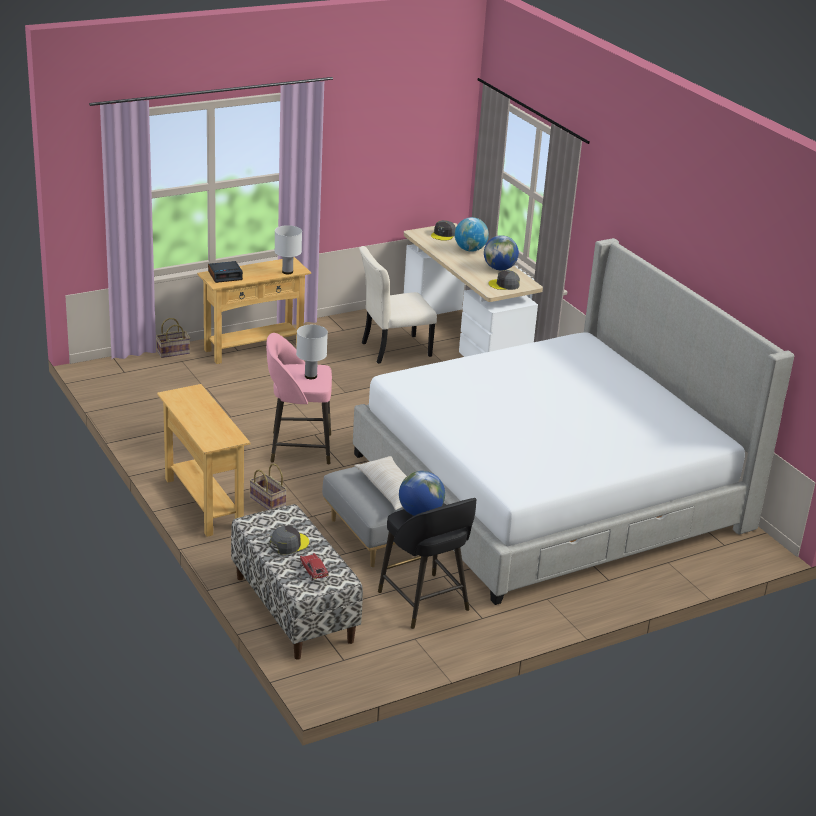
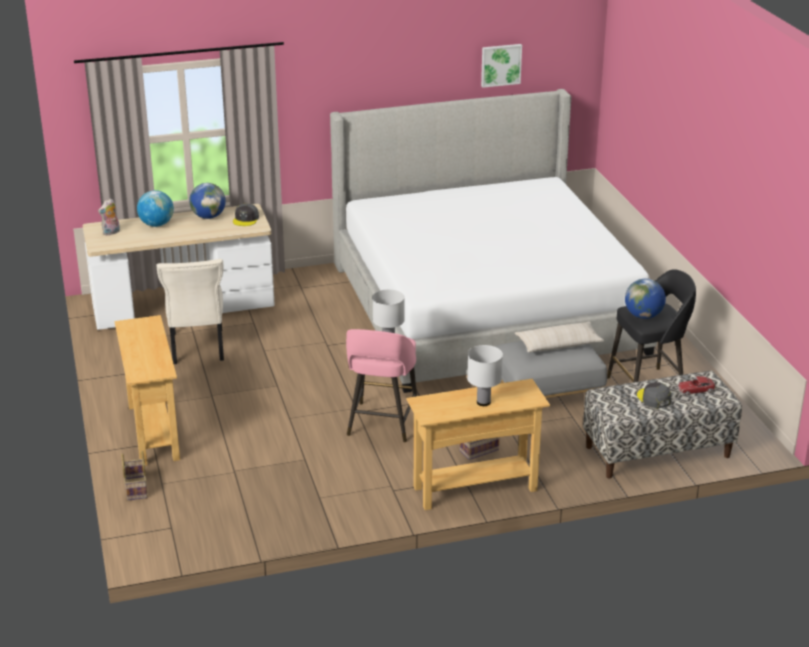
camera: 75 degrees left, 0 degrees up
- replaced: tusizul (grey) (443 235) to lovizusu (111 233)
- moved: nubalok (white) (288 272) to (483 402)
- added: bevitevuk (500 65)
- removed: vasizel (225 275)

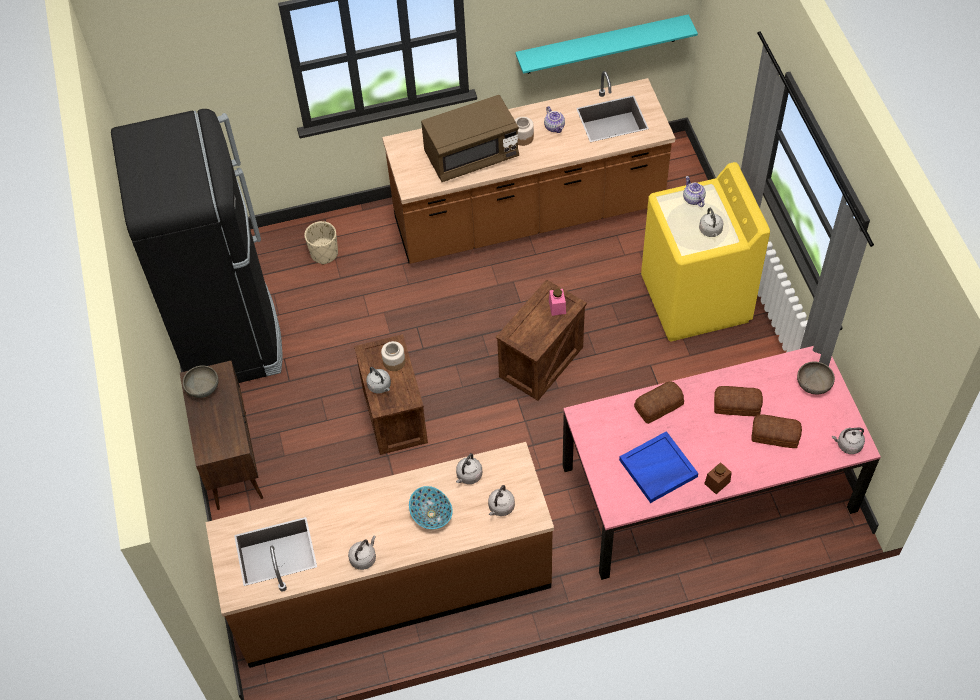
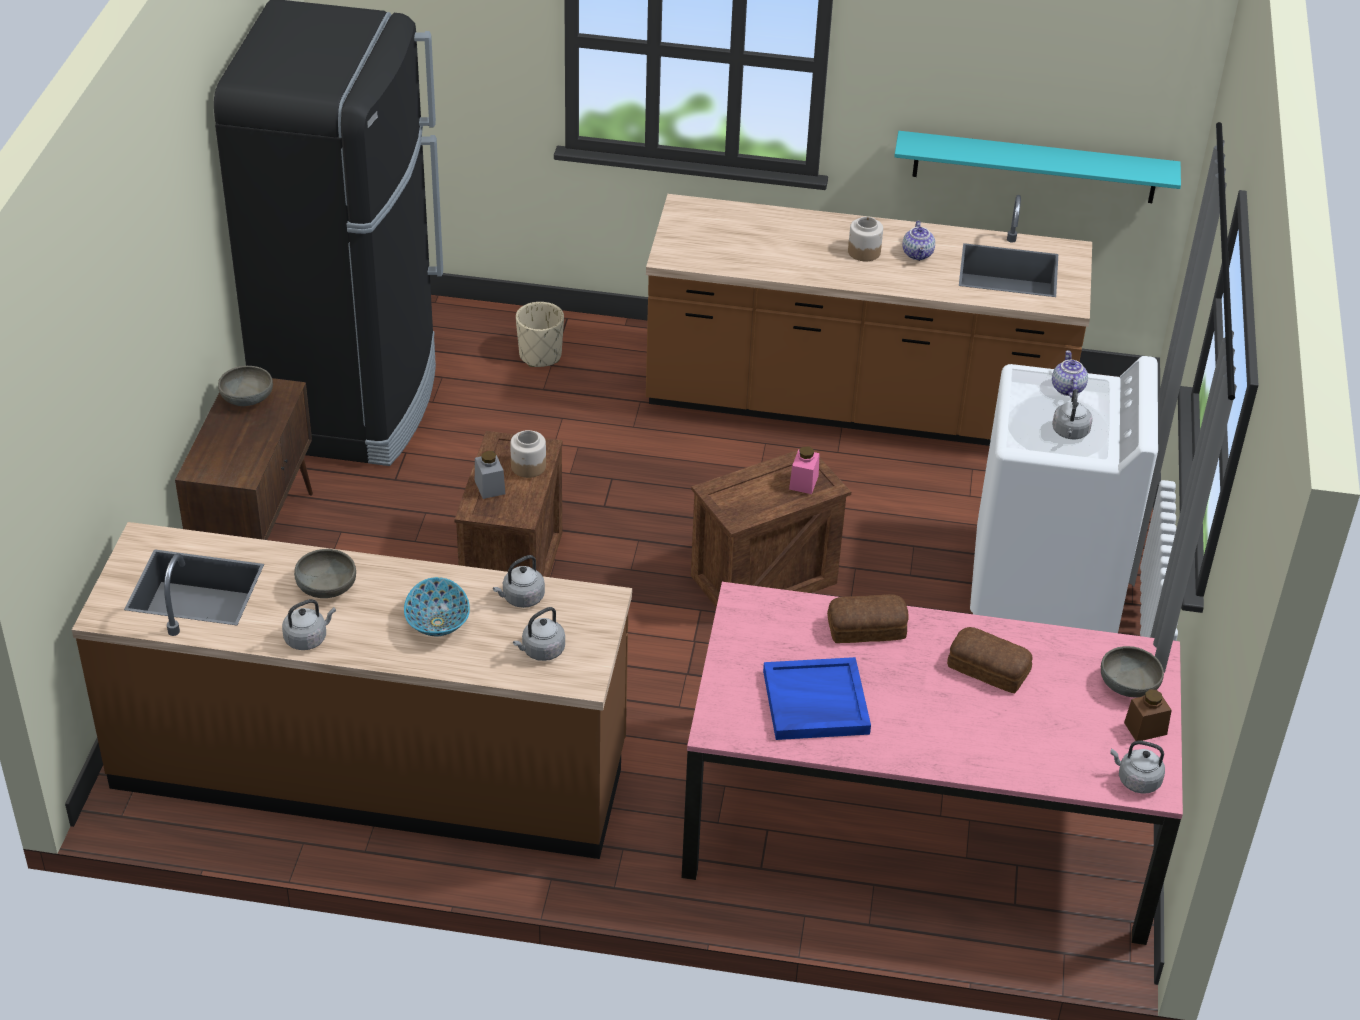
camera: 20 degrees right, 15 degrees down
- added: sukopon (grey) (326 587)
- replaced: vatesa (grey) (380 386) to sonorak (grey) (490 487)
- recoloured: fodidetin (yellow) (695 300) to fodidetin (white) (1045 584)
- moved: sonorak (brown) (717 483) to (1145 728)
- removed: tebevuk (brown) (471 156)
- removed: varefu (775 436)

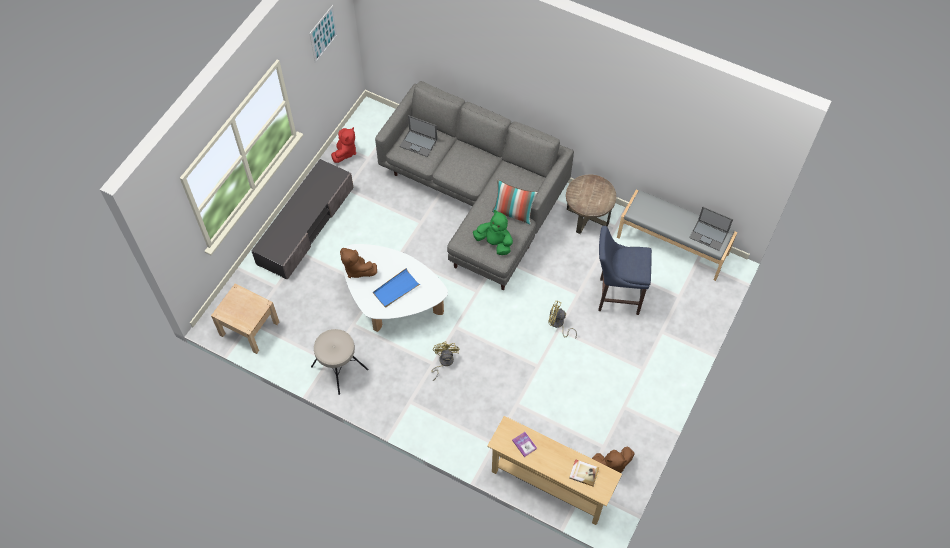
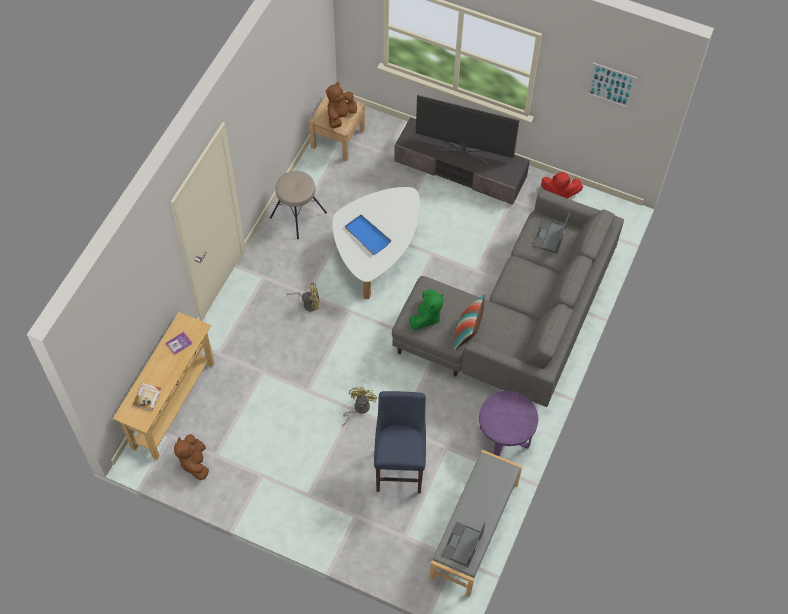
camera: 85 degrees right, 0 degrees up
- moved: lovizusu (brown) (357 269) to (340 116)
- added: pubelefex (464 149)
- recoloured: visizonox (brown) (587 216) to visizonox (purple) (504 436)

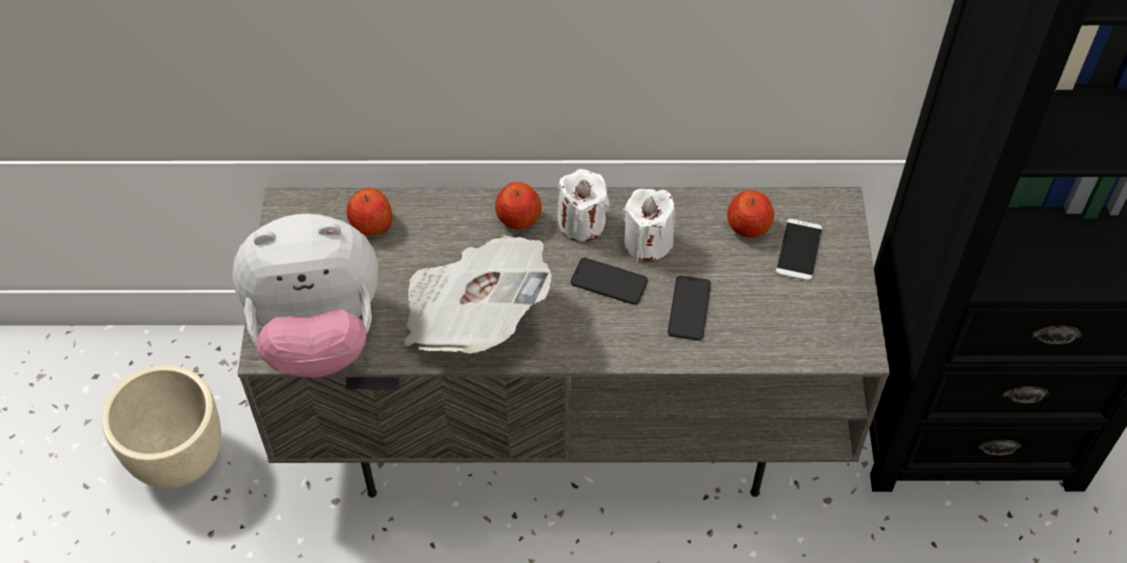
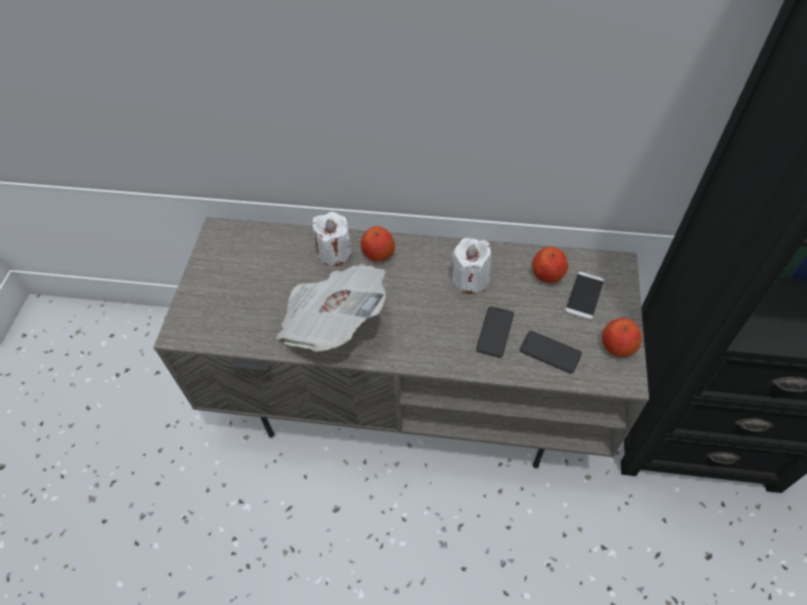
camera: 10 degrees right, 0 degrees up
- moved: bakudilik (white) (582 223) to (334 252)
- moved: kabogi (609 282) to (550 352)
- moved: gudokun (371 224) to (617 346)
- removed: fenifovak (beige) (179 458)
- removed: lovizusu (318 334)

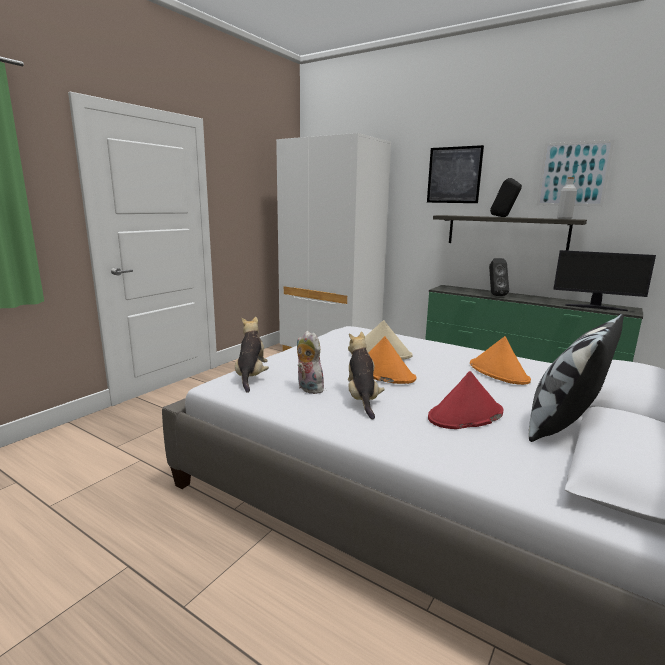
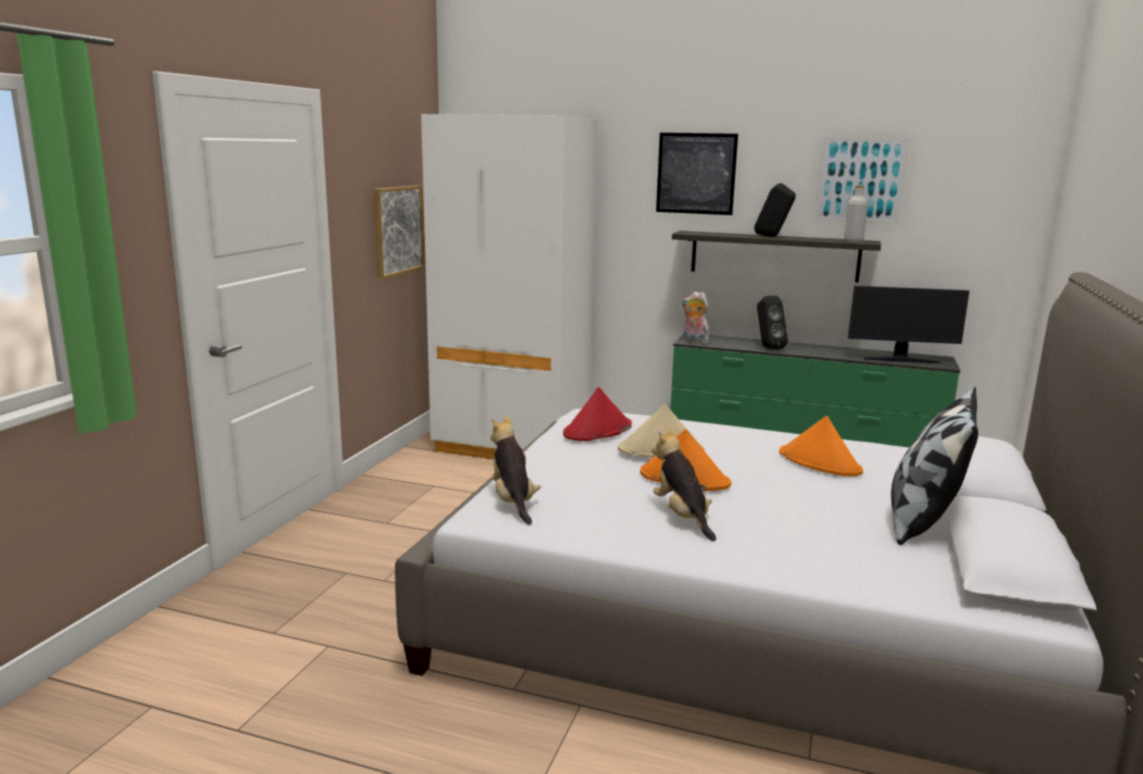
camera: 15 degrees left, 0 degrees up
- added: bevitevuk (397 230)
- moved: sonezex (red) (465 415) to (597 430)
- moved: lovizusu (308 388) to (693 342)

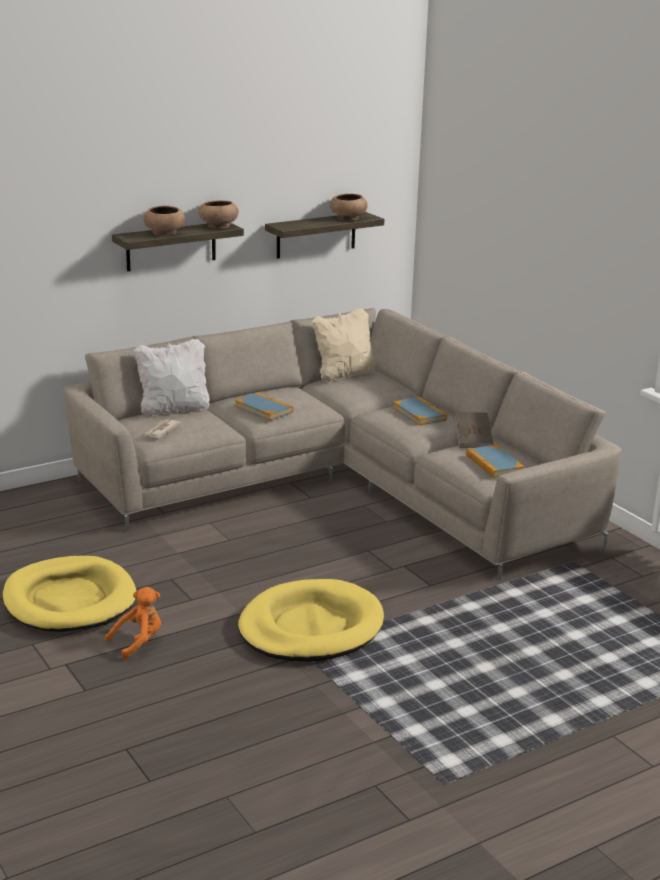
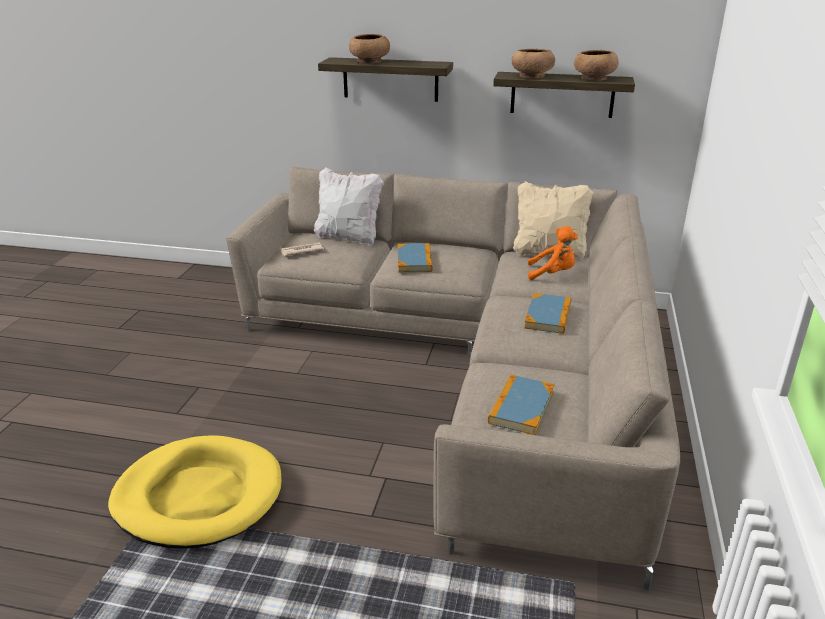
camera: 45 degrees right, 5 degrees up
- moved: sukopon (brown) (218 226) to (531 76)
- moved: lovizusu (orange) (138 642) to (552 274)
- removed: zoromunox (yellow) (69 600)
- removed: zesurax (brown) (473 440)

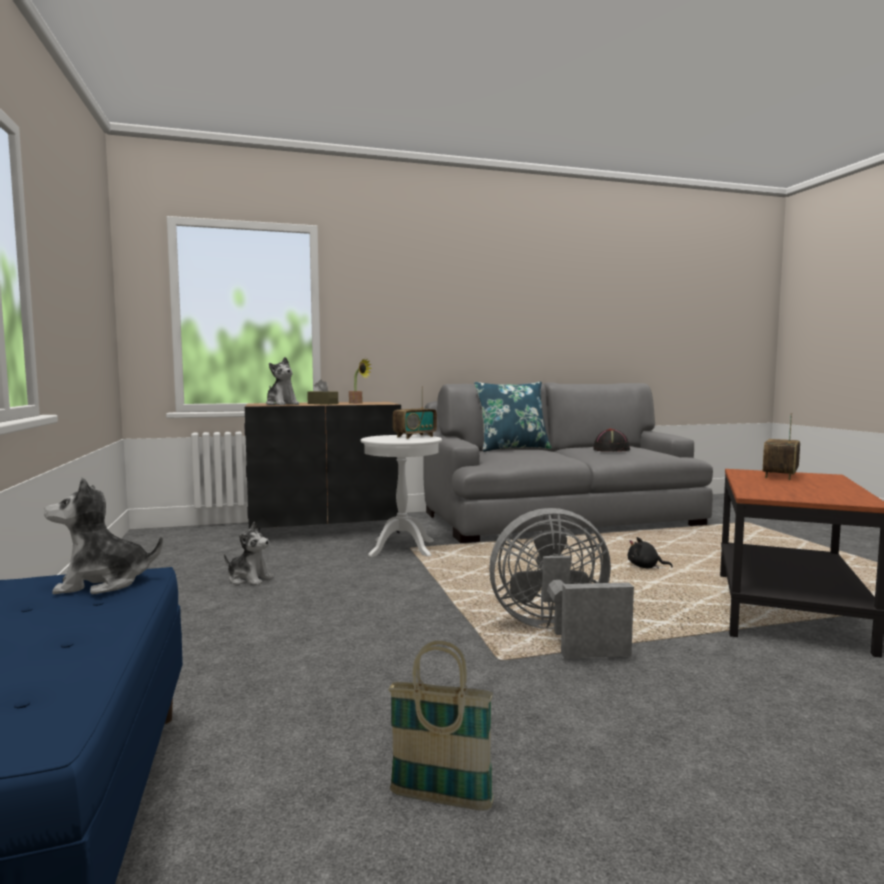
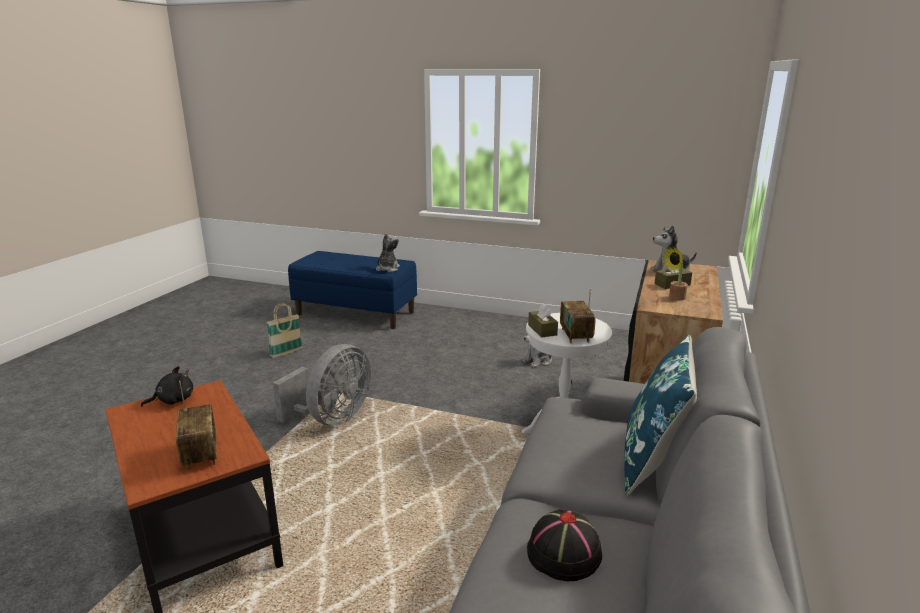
camera: 125 degrees right, 15 degrees up
- moved: lovizusu (black) (645 567) to (173 400)
- added: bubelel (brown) (542 330)

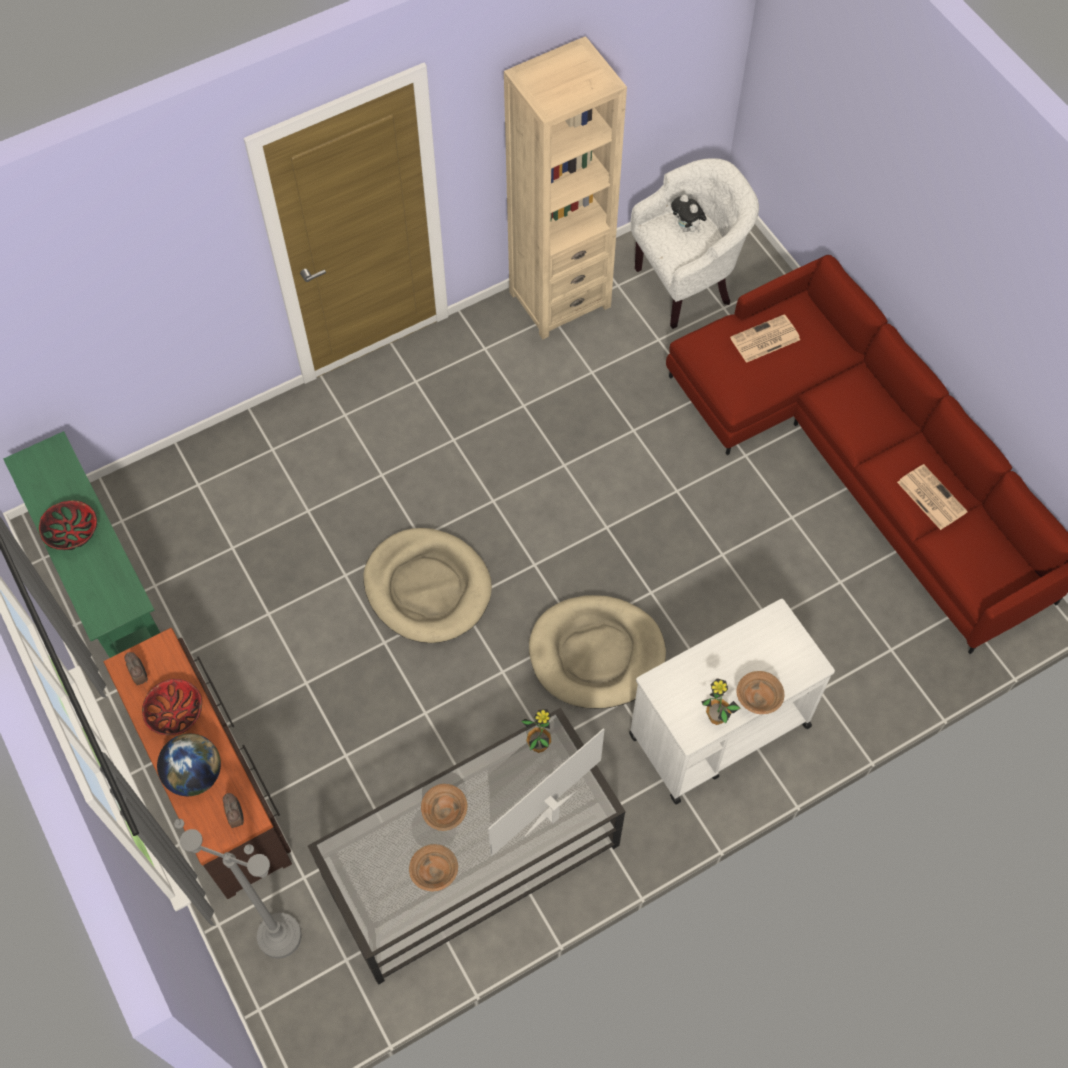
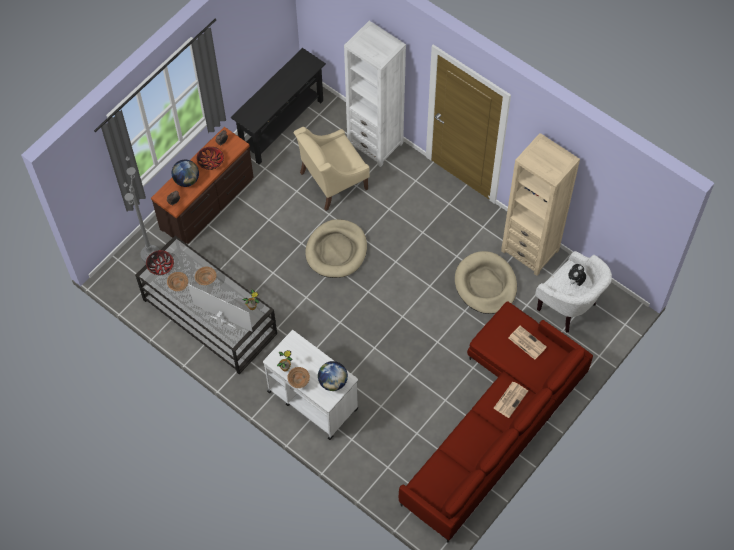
camera: 70 degrees right, 0 degrees up
- moved: sukopon (72 532) to (161 266)
- recoloured: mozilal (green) (110 592) to mozilal (black) (282 125)
- added: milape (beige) (333 181)
- added: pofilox (333 382)
- added: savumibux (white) (375 143)
- moved: zoromunox (beige) (596 654) to (485 284)
- moved: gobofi (930 497) to (510 399)

